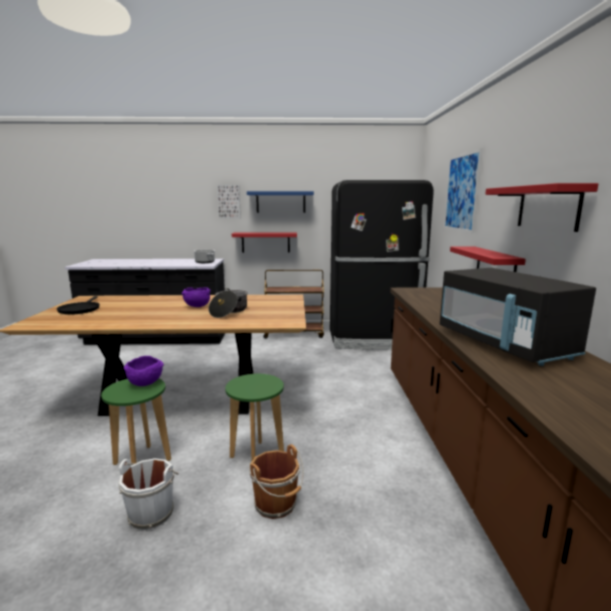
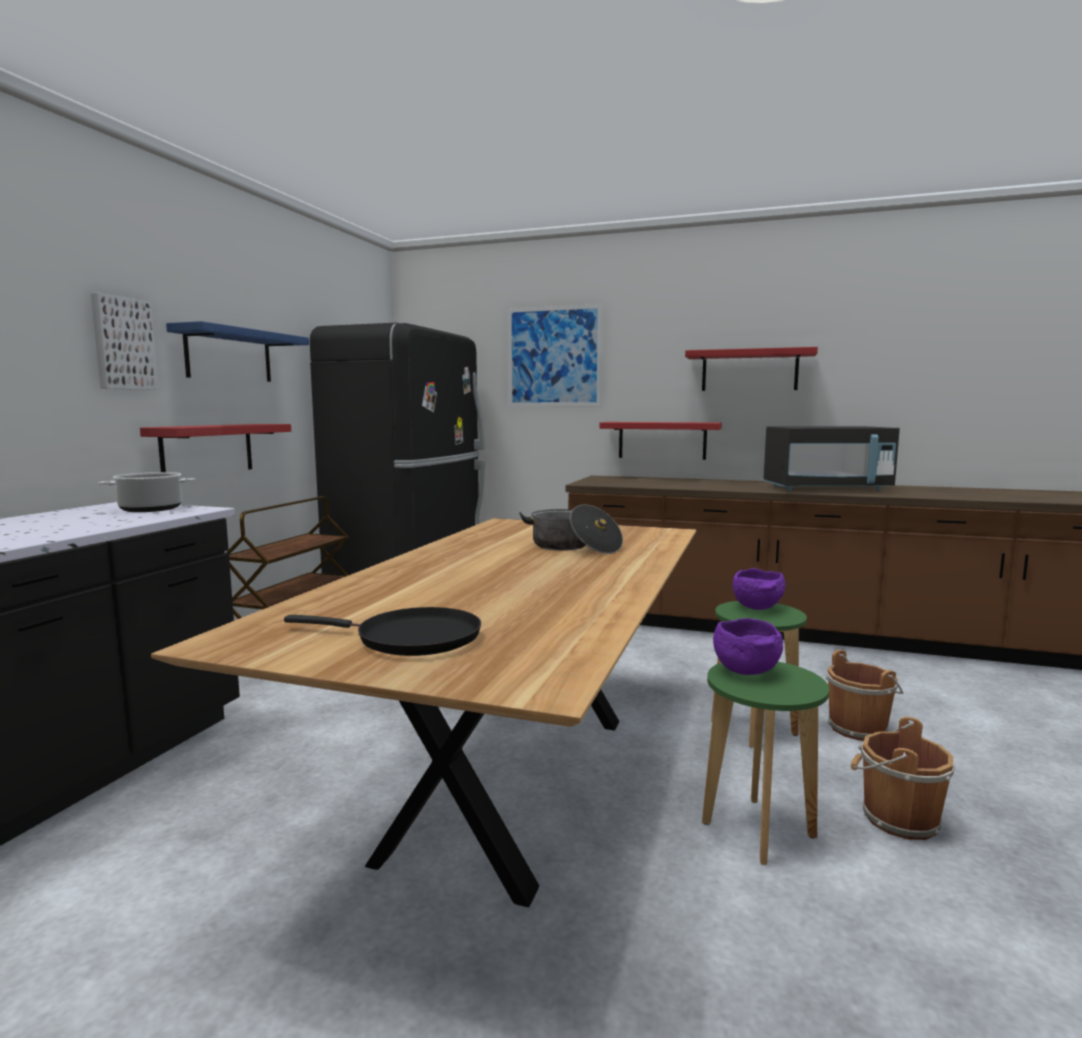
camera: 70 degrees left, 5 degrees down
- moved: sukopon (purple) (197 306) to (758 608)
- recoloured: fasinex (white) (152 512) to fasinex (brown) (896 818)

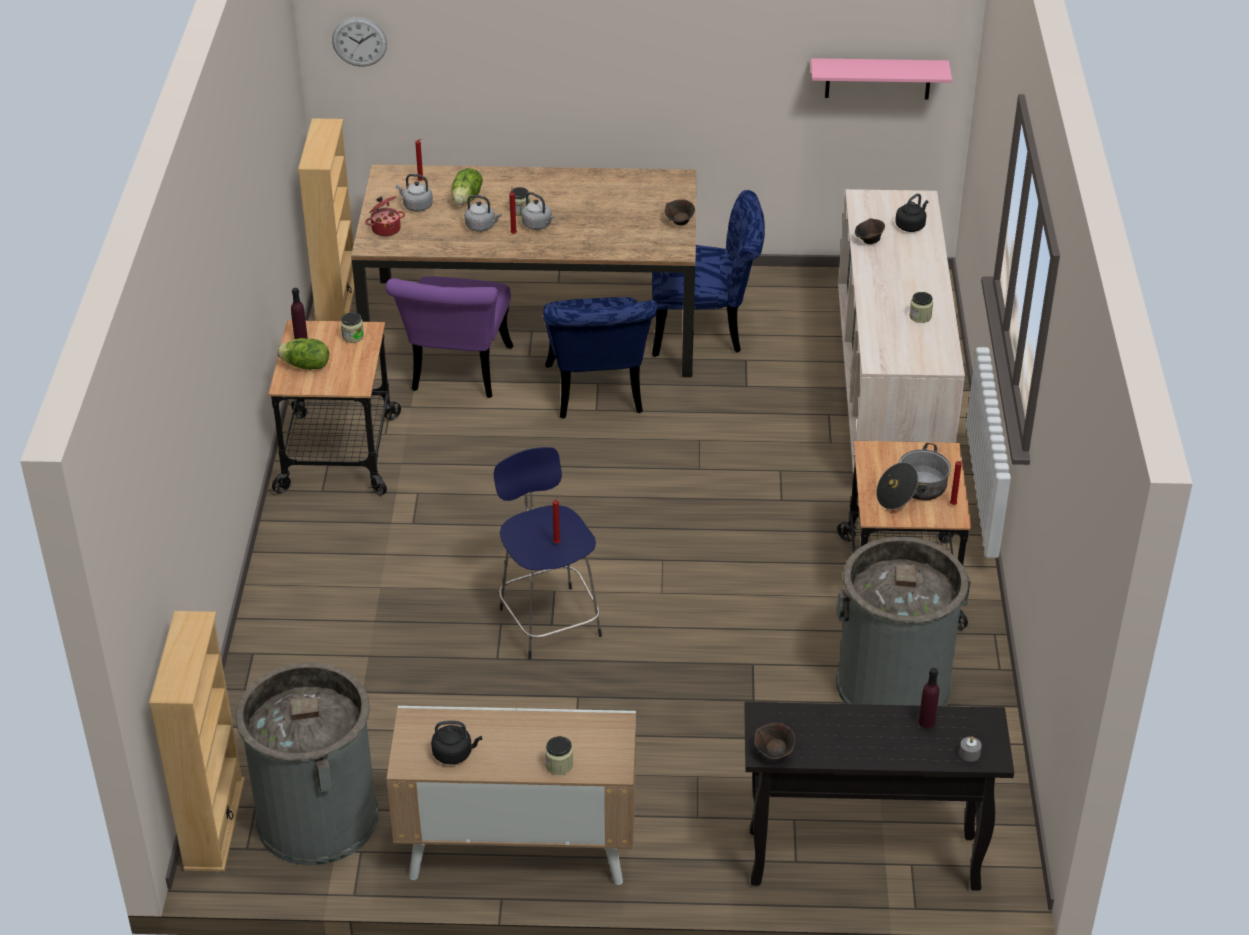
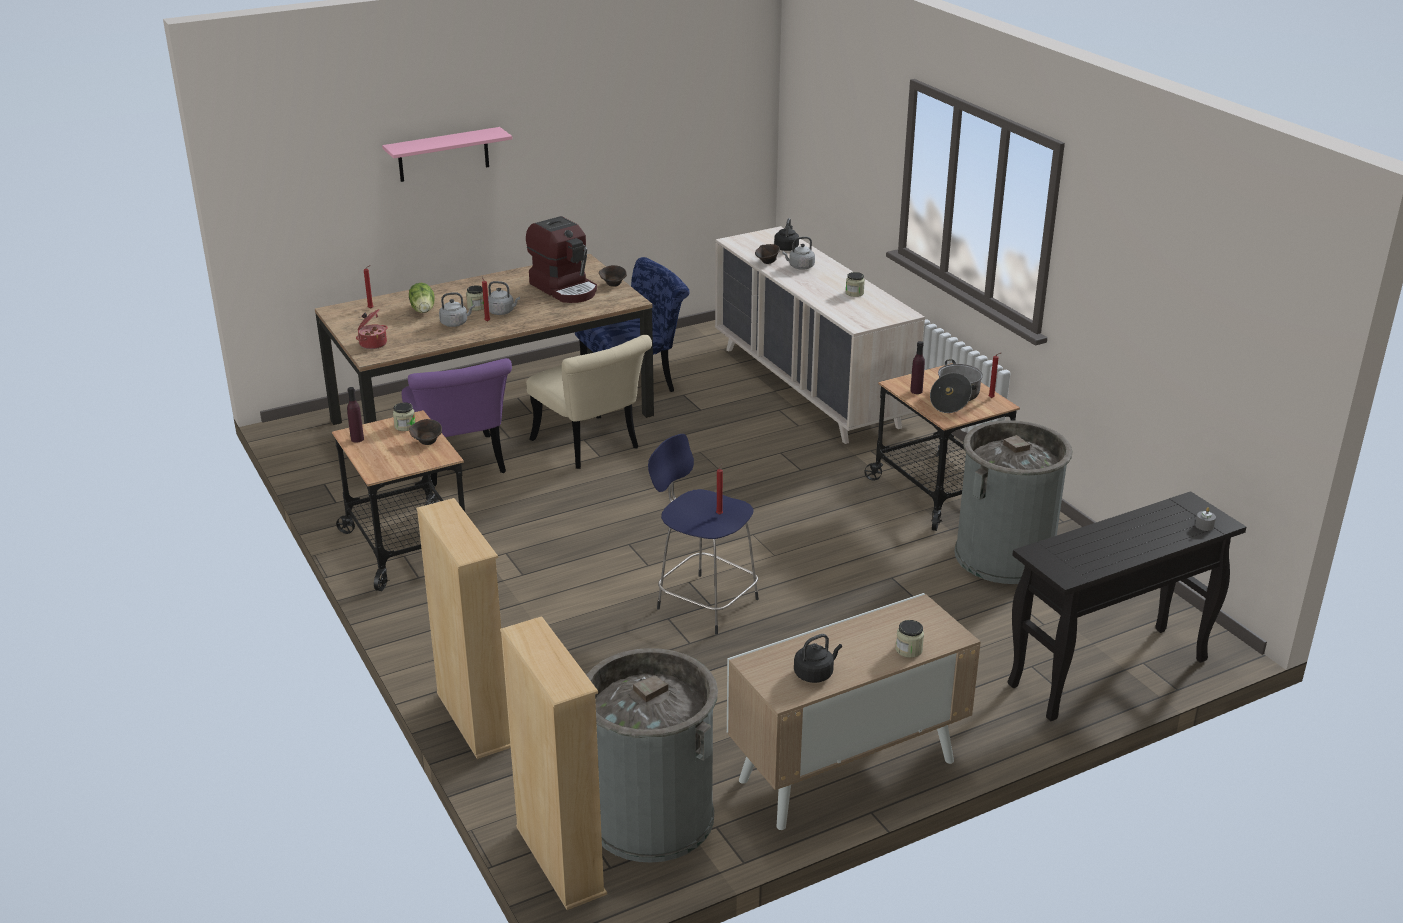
camera: 30 degrees left, 10 degrees down
- moved: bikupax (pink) (878 78) to (443 154)
- moved: sukopon (brown) (774 753) to (427 442)
- moved: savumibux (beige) (337 298) to (474 720)
- added: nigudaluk (565 288)
- recoloured: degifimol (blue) (596 396) to degifimol (beige) (591 447)
- moved: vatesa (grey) (416 206) to (800 267)
- moved: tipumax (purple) (926 722) to (916 391)
- removed: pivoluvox (306 366)
- removed: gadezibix (359 41)

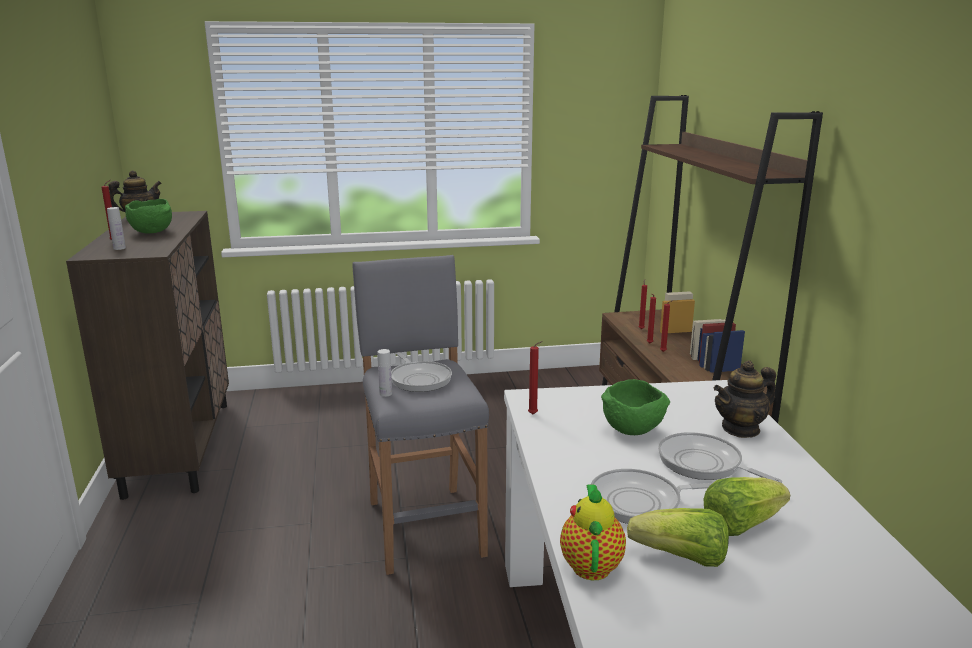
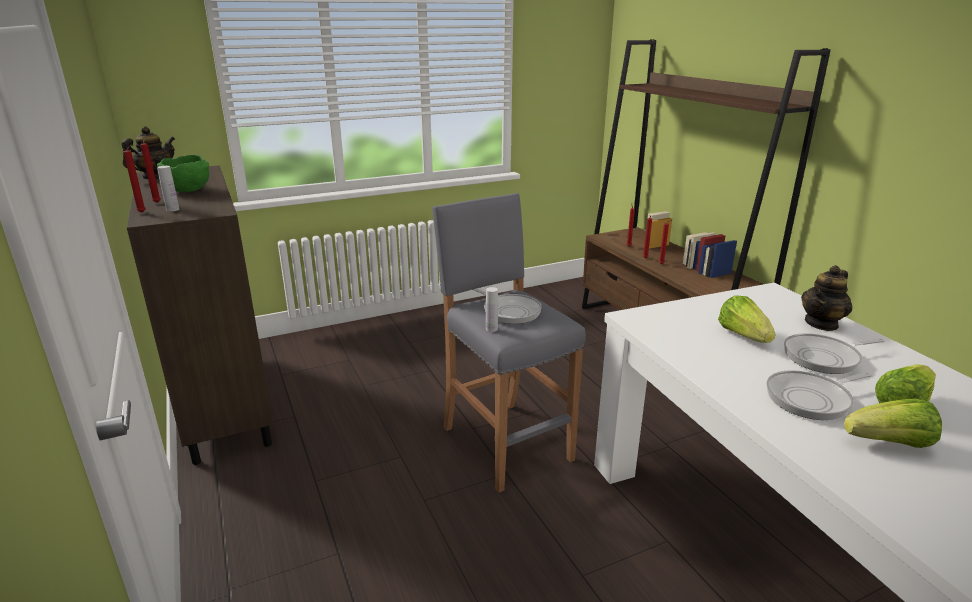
camera: 15 degrees left, 5 degrees up
- moved: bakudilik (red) (534 414) to (143 213)
- replaced: sukopon (green) (633 430) to pivoluvox (743 336)
- turned: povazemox (704 464) = (825 357) 45 degrees counterclockwise
- removed: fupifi (591 564)

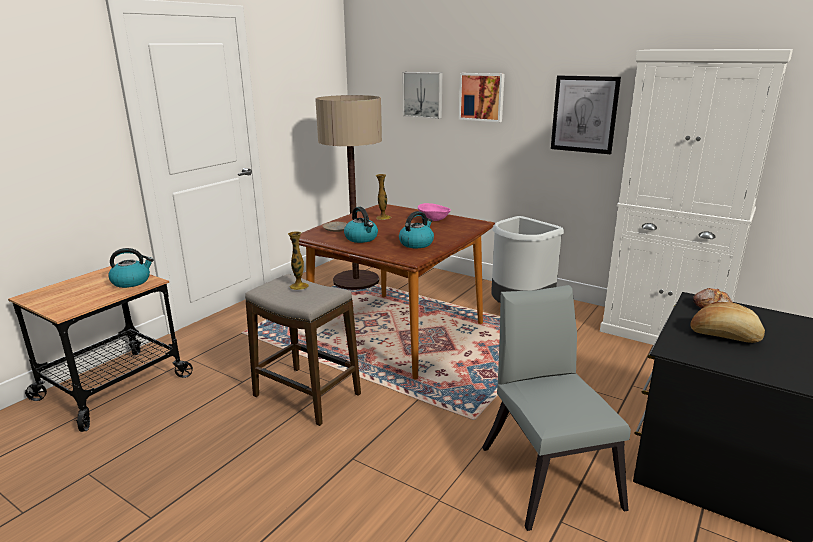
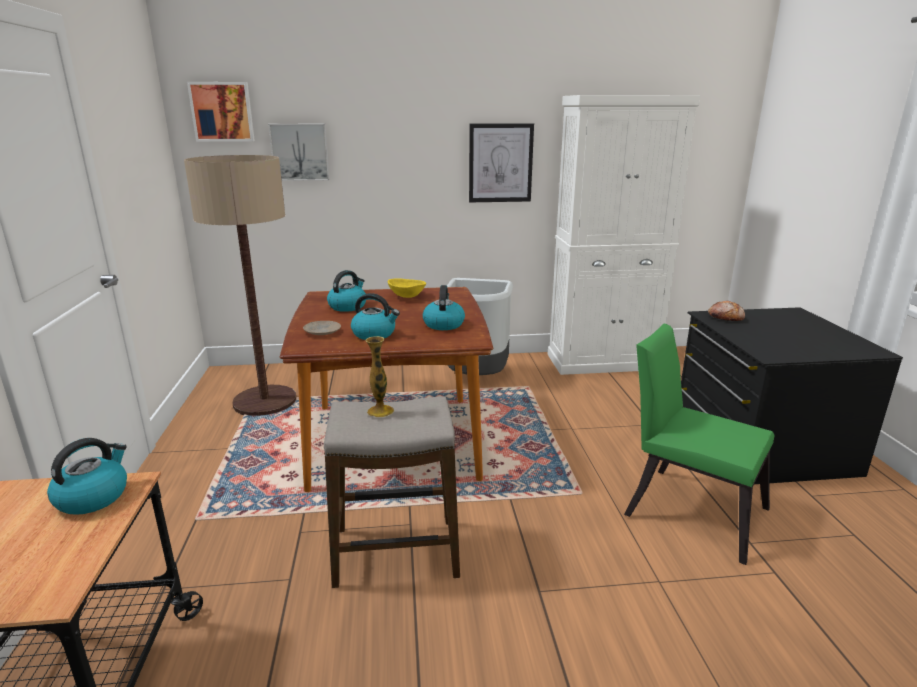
camera: 40 degrees left, 0 degrees up
- moved: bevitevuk (482 97) to (222 112)
- replaced: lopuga (383 217) to vatesa (348 306)
- recoloured: sukopon (pink) (433 220) to sukopon (yellow) (407 297)
- recoloured: degifimol (grey) (547 470) to degifimol (green) (687 507)
- removed: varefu (724 336)

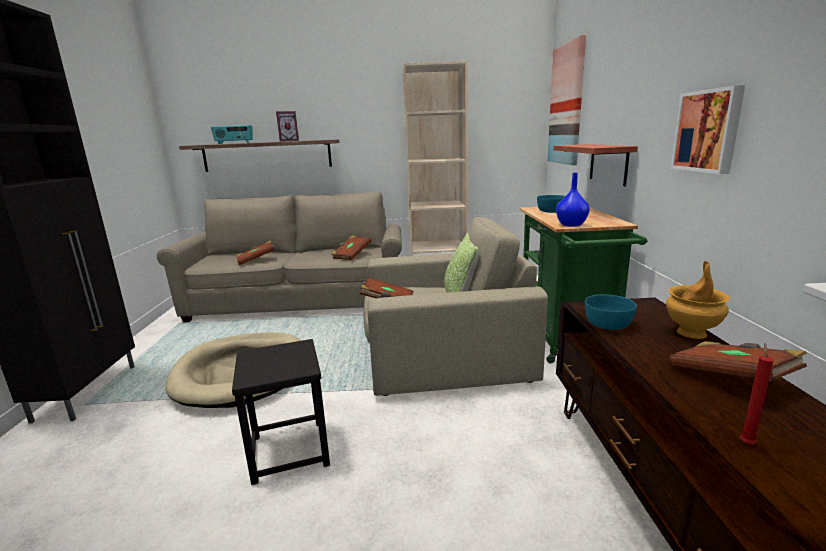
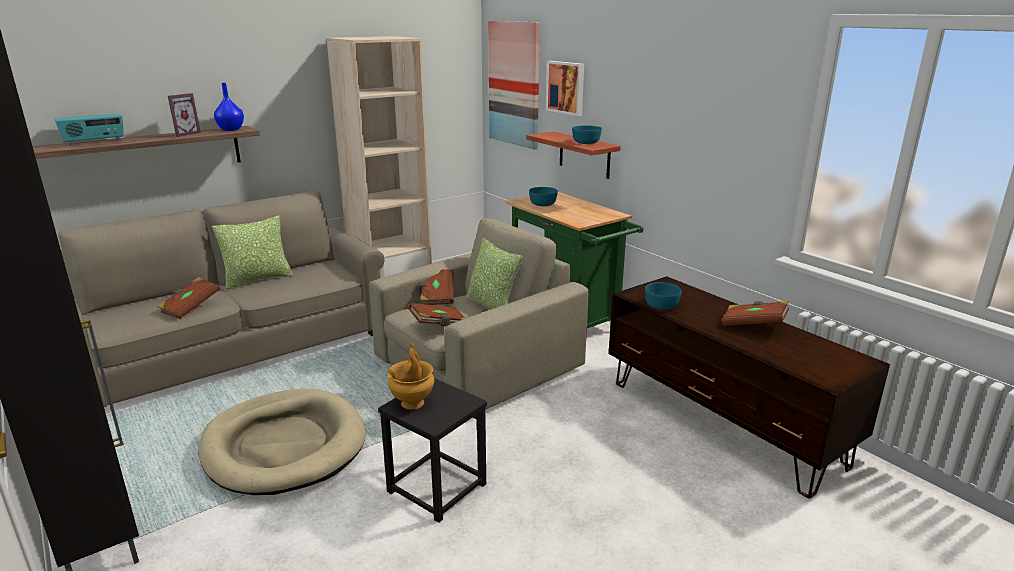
camera: 35 degrees left, 5 degrees up
- added: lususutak (258 279)
- moved: lopuga (blue) (572 224) to (231 129)
- moved: lopuga (brown) (692 333) to (412 403)
- moved: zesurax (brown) (351 255) to (436 296)
- moved: bevitevuk (708 131) to (566 87)
- added: sukopon (turquoise) (586 142)
- removed: bakudilik (red) (746 442)

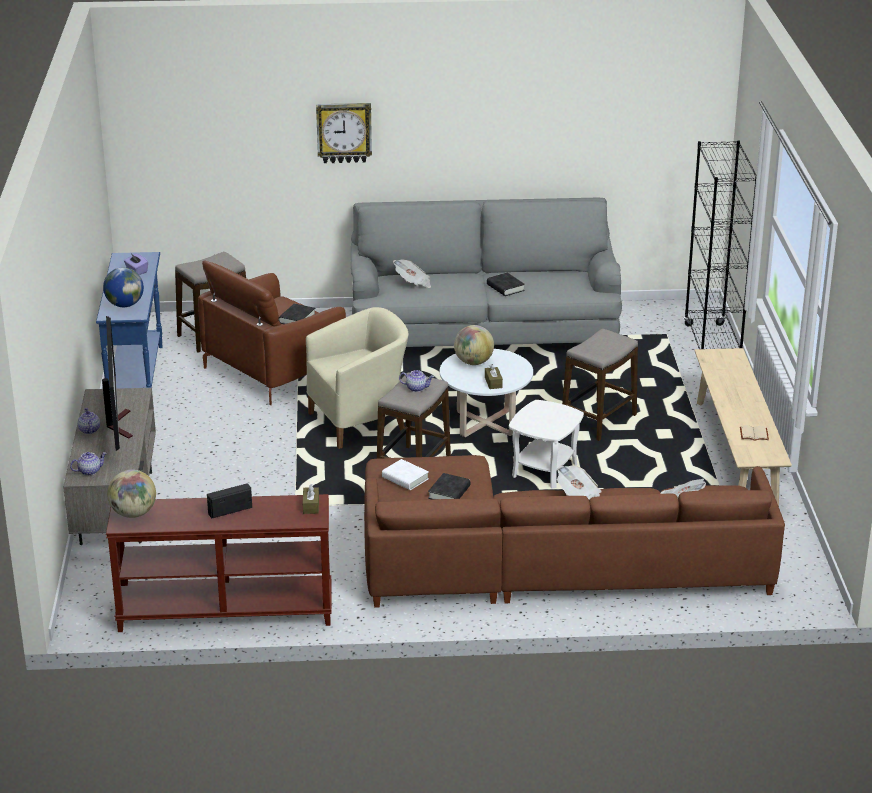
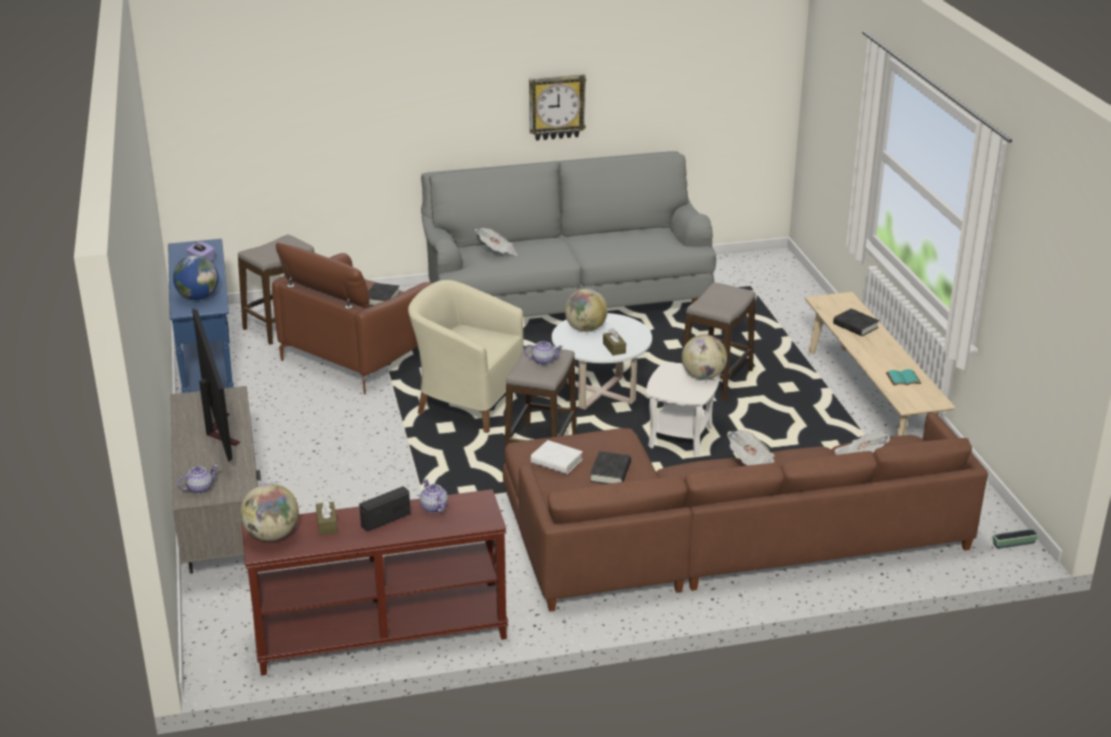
camera: 10 degrees left, 0 degrees up
- moved: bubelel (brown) (311 505) to (327 524)
- turned: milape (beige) (360 422) = (467 404) 120 degrees counterclockwise
- moved: fupifi (89 430) to (433 507)
- moved: gadezibix (344 132) to (556 107)
- added: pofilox (703 376)
- moved: zesurax (black) (505 287) to (855 326)
- recoloured: zesurax (beige) (754 434) to zesurax (turquoise) (903 378)
- added: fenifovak (1014 543)
- removed: savumibux (black) (712 346)

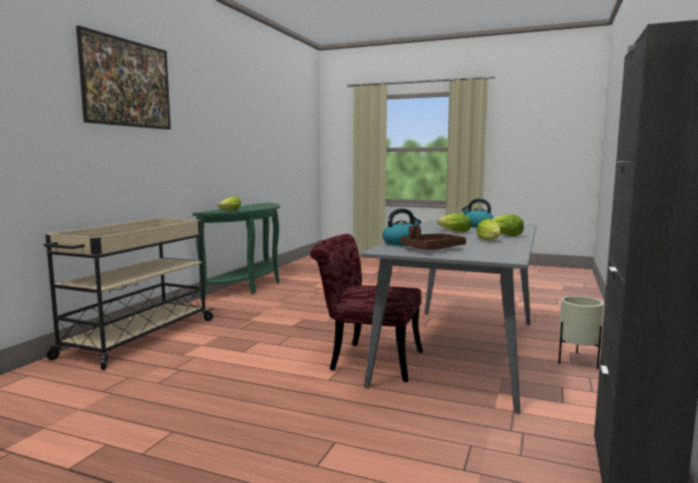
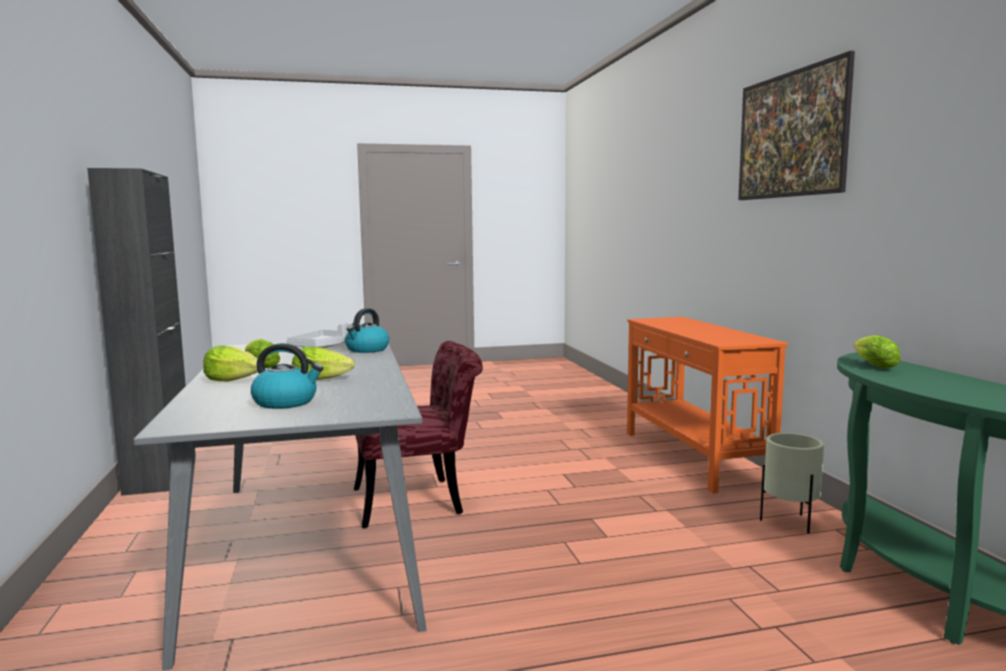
camera: 145 degrees right, 0 degrees up
- recoloured: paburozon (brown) (432 249) to paburozon (grey) (323 347)
- replaced: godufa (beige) (137 338) to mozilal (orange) (693 457)
- moved: fenifovak (beige) (577 362) to (790 523)

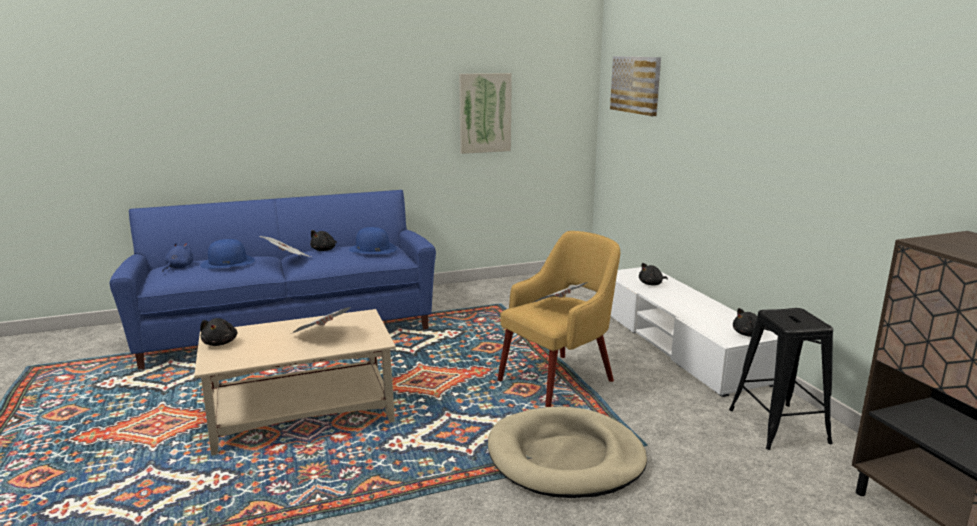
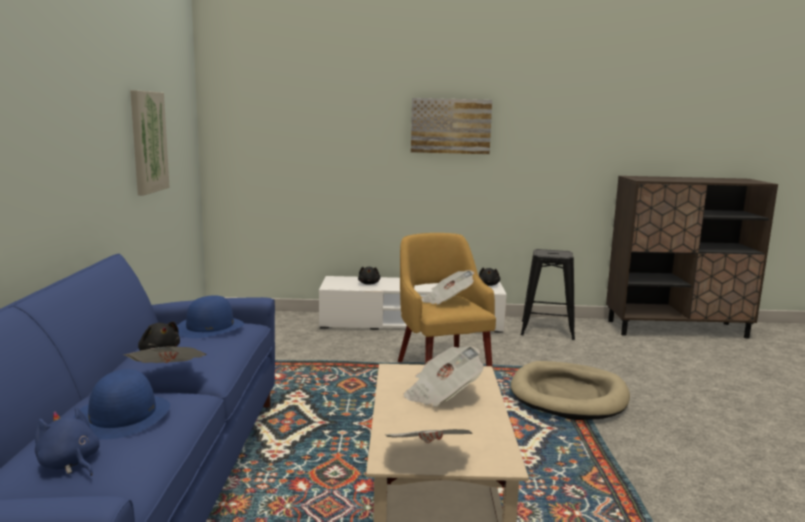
camera: 70 degrees left, 5 degrees down
- replaced: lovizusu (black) (220 343) to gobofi (427 456)
- moved: bevitevuk (636 84) to (450 126)

